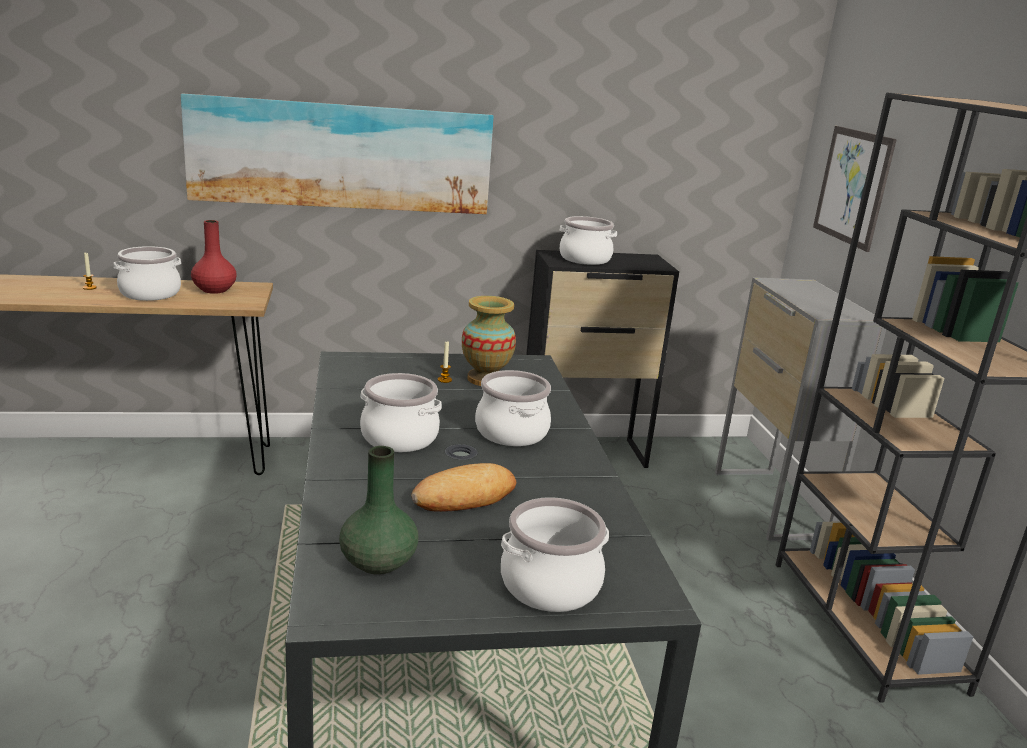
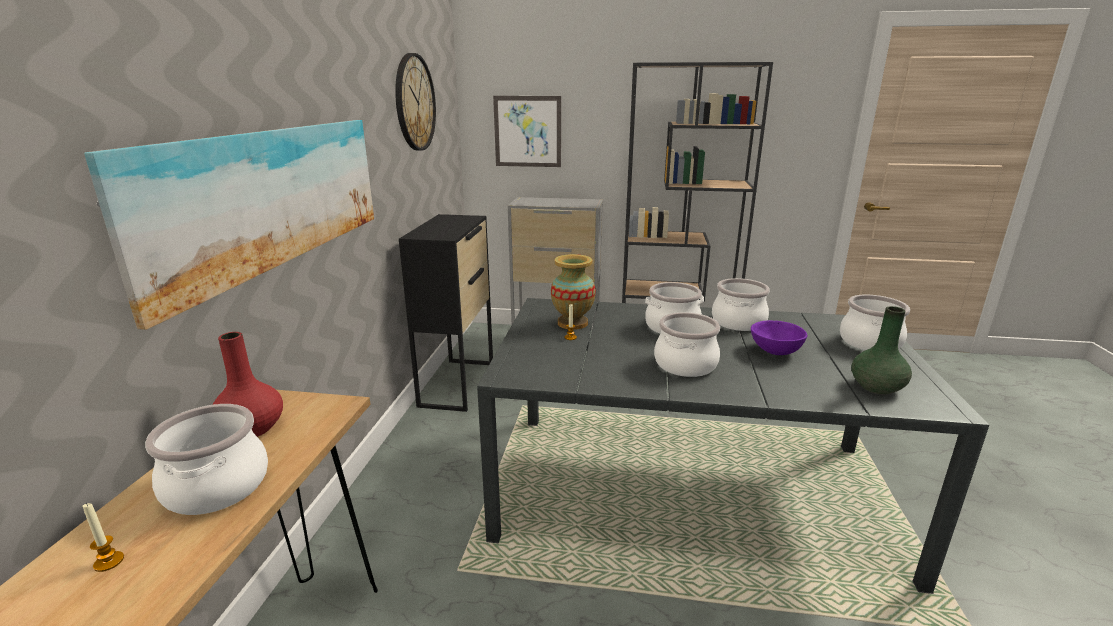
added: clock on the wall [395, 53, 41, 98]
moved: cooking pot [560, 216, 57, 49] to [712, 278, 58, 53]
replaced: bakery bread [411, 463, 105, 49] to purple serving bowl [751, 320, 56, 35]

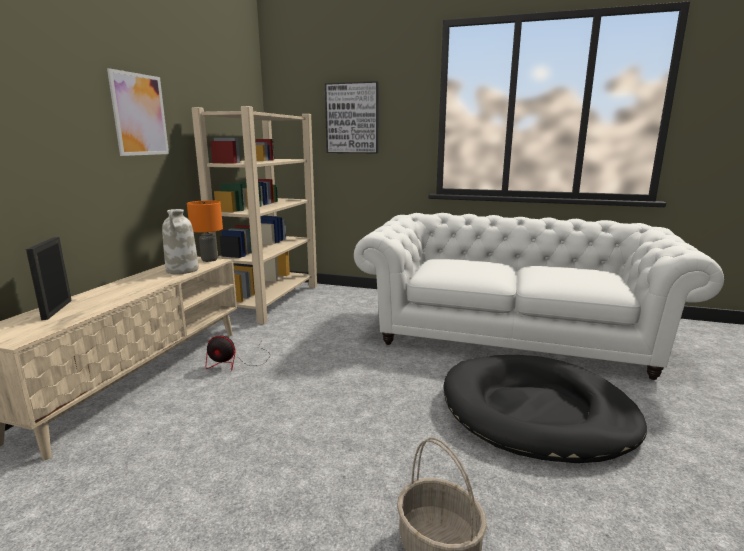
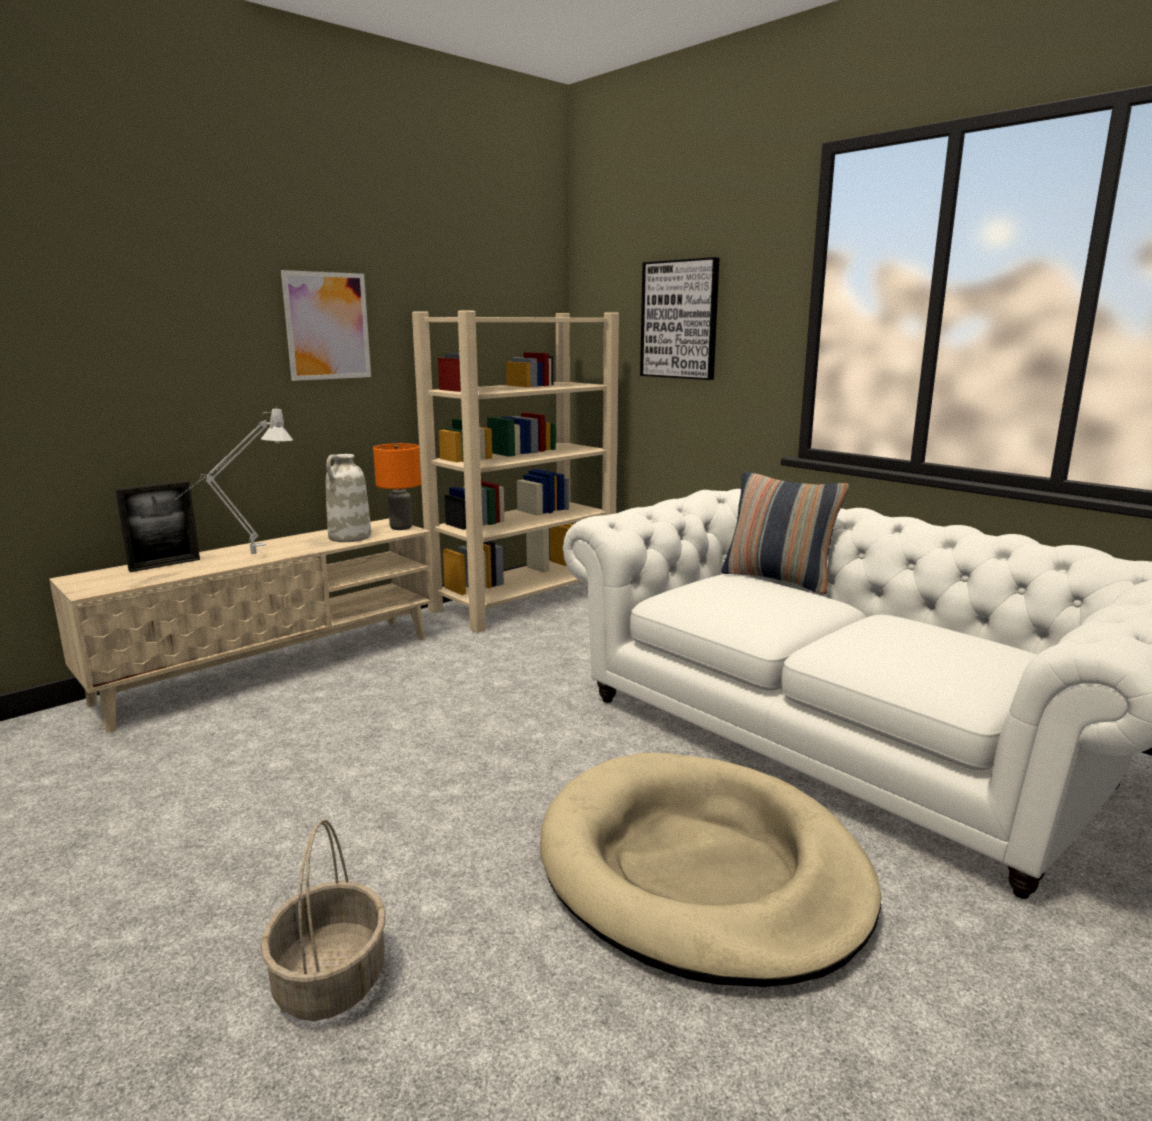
removed: fan [206, 336, 65, 35]
added: greyish table lamp [174, 406, 119, 148]; pillow [721, 472, 128, 122]
recoloured: black-coloured dog bed [443, 355, 204, 108] to beige-coloured dog bed [540, 753, 341, 234]
turned: photo frame [26, 237, 46, 83] = [115, 481, 85, 91] 150 degrees counterclockwise

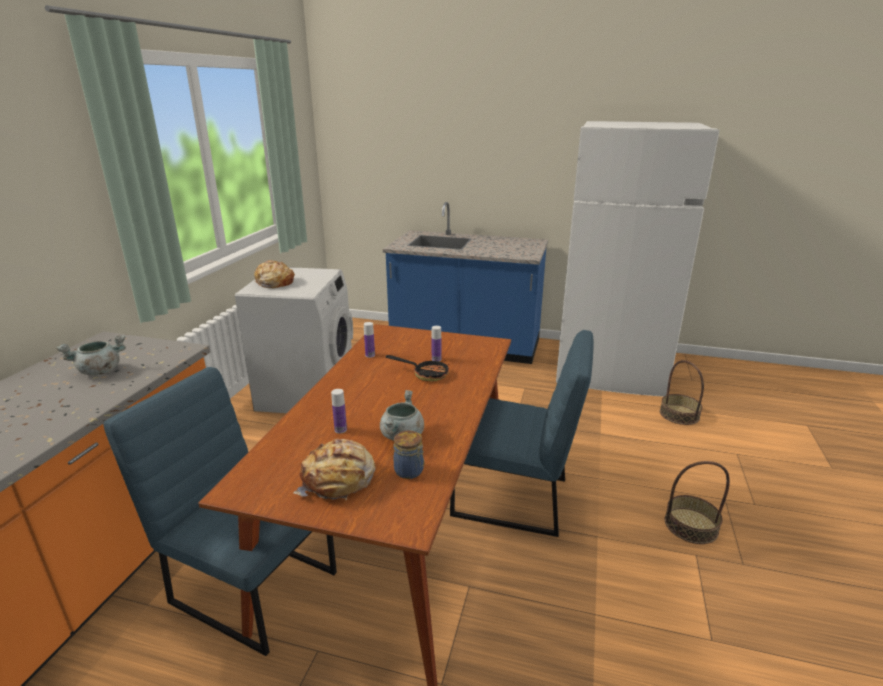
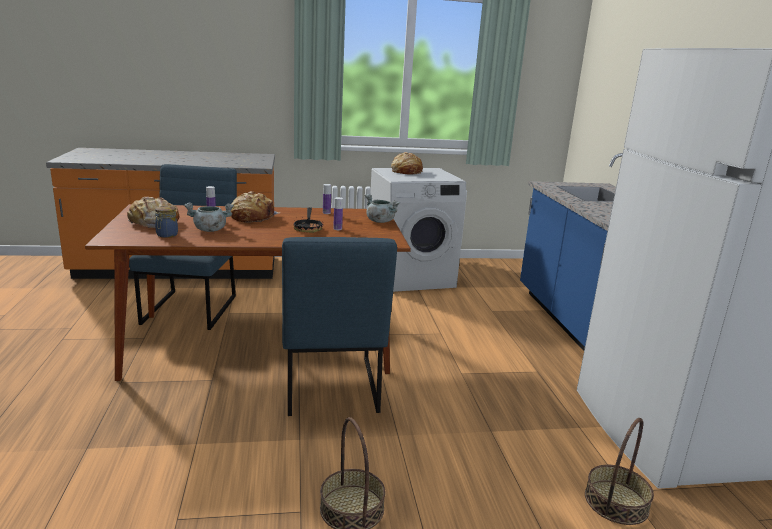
added: bakery bread [231, 191, 48, 32]
moved: greyish cooking pot [57, 335, 69, 41] to [365, 194, 35, 29]

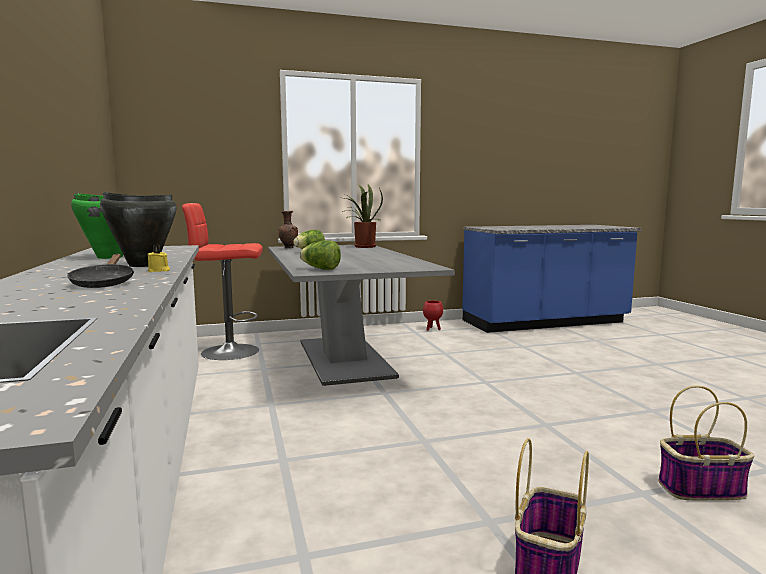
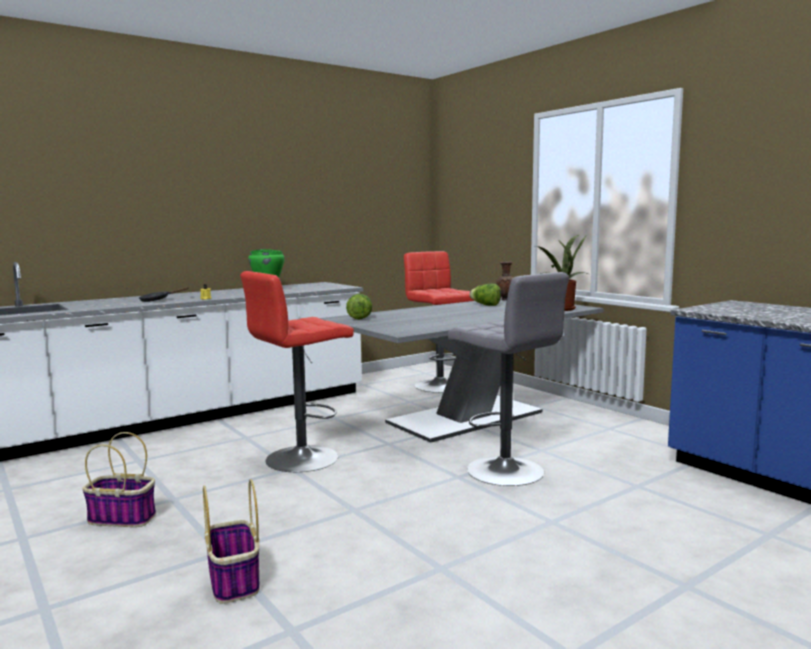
removed: black-coloured cooking pot [100, 192, 77, 75]; reddish plant pot [423, 301, 20, 30]
added: reddish sitting stool [240, 271, 114, 201]; greyish sitting stool [448, 272, 121, 214]

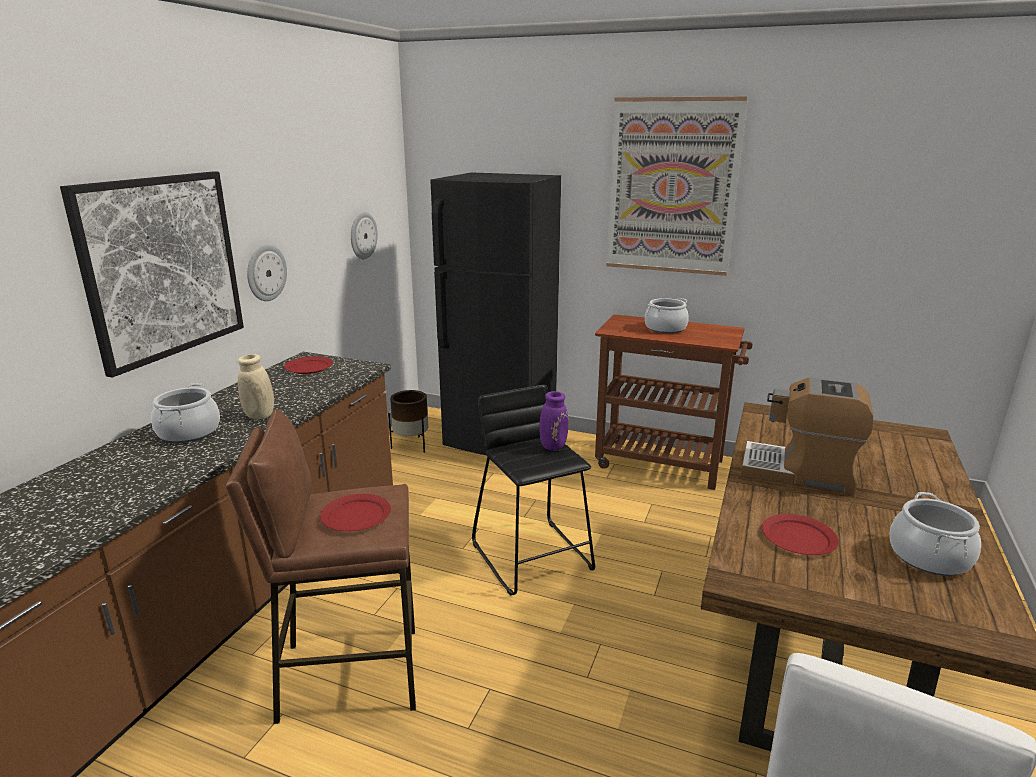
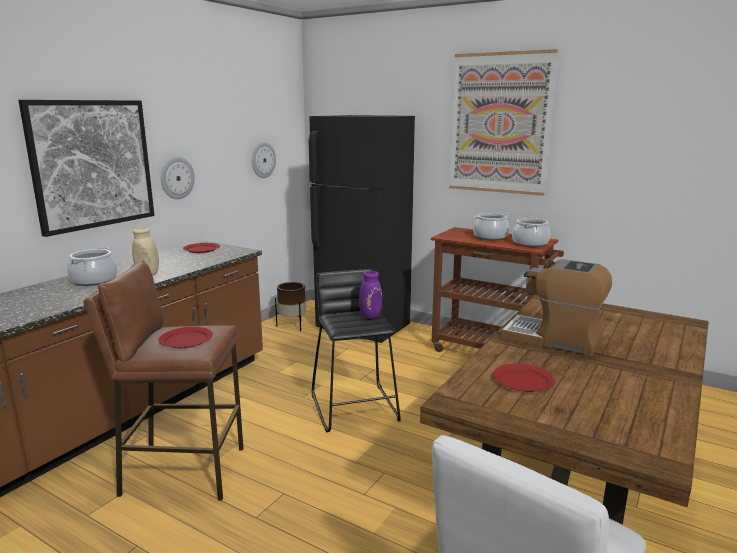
moved: cooking pot [890, 492, 91, 84] to [512, 217, 39, 30]

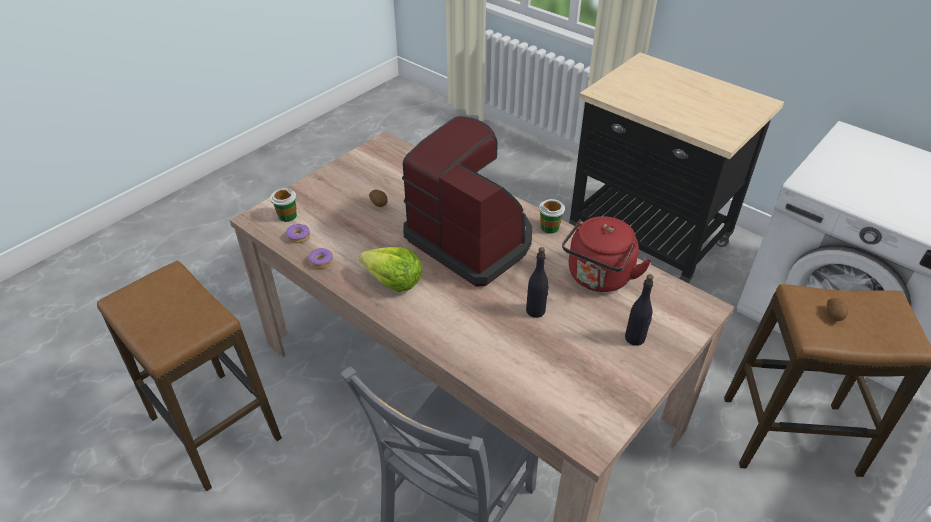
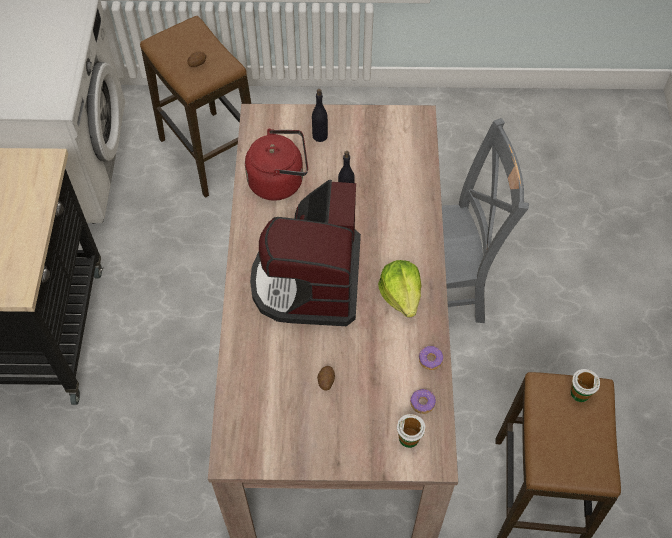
moved: small cup [539, 199, 26, 35] to [571, 369, 29, 33]

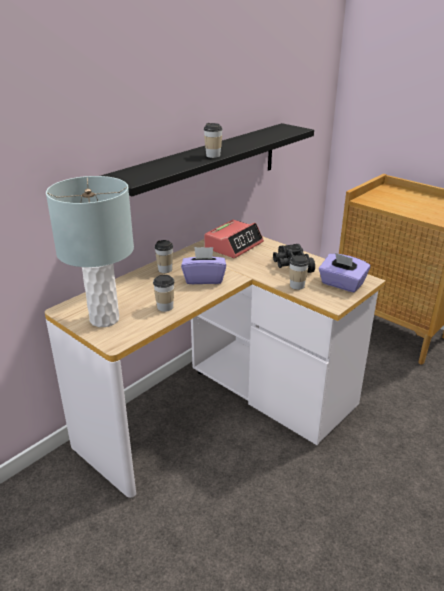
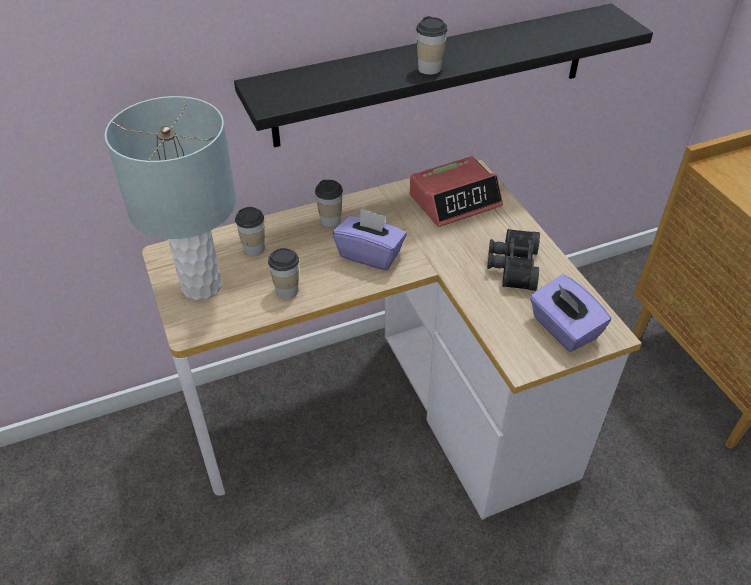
moved: small cup [289, 255, 20, 35] to [235, 207, 30, 49]

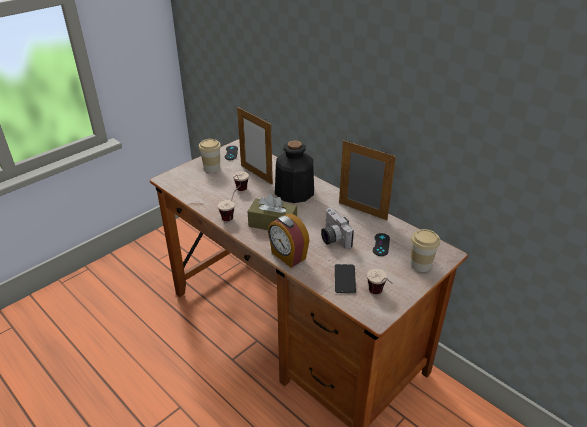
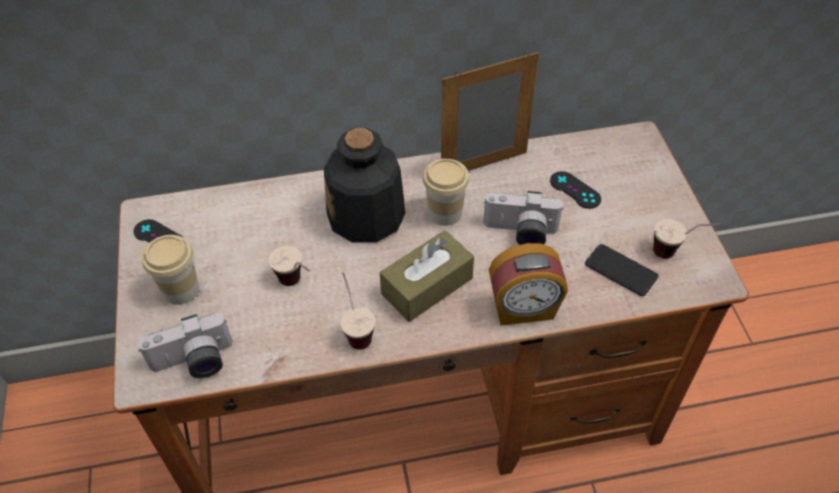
removed: photo frame [237, 107, 36, 78]
added: photo camera [138, 313, 94, 65]
moved: small cup [410, 229, 30, 43] to [423, 159, 46, 67]

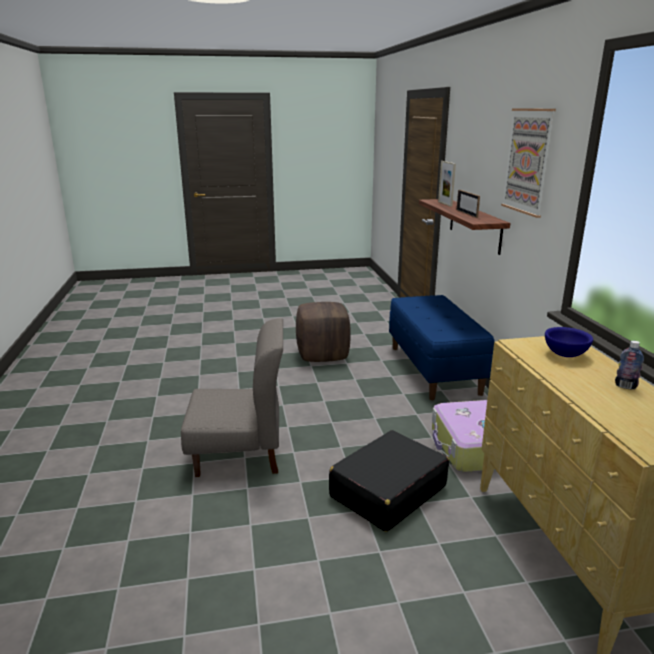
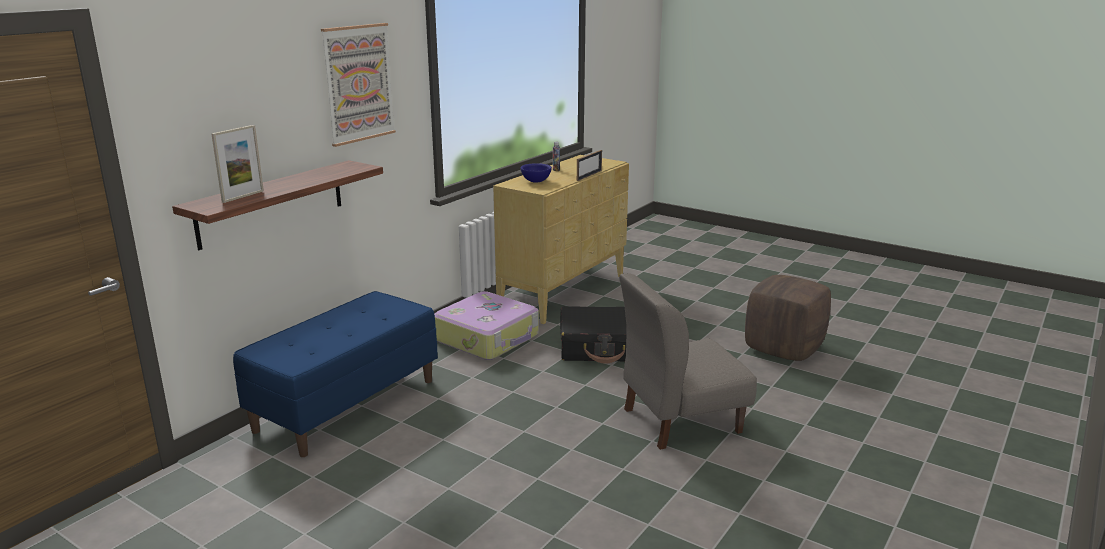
moved: brown footrest [296, 302, 55, 60] to [745, 275, 86, 86]; photo frame [457, 190, 23, 28] to [577, 150, 25, 31]
turned: greyish plain chair [181, 318, 102, 159] = [619, 273, 138, 177] 60 degrees counterclockwise

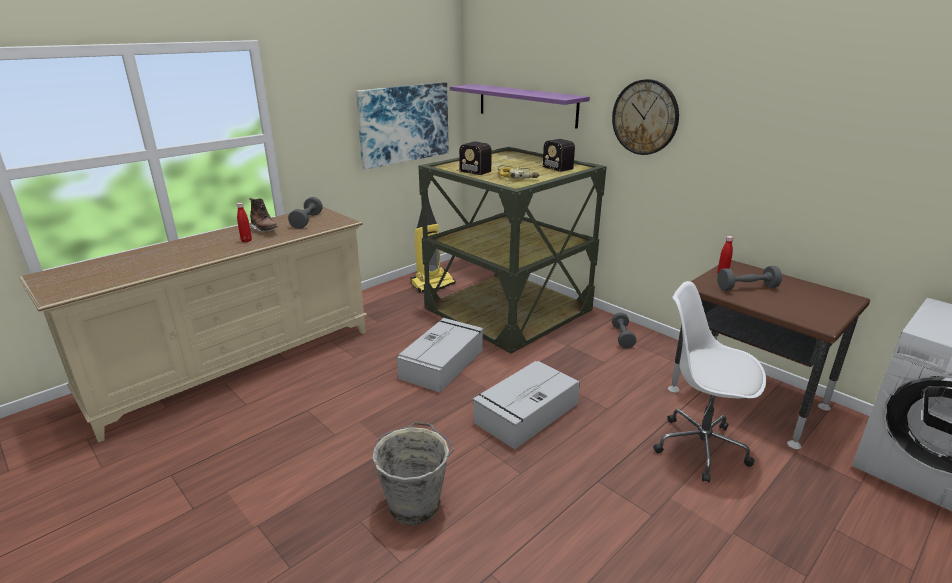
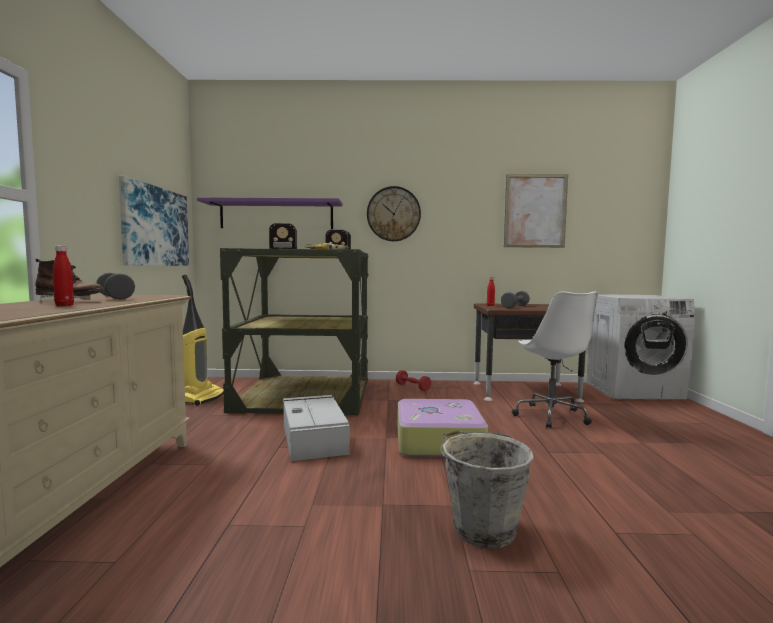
added: wall picture [504, 174, 64, 74]
replaced: greyish storage container [473, 361, 107, 88] to piece of luggage [397, 399, 91, 58]
recoloured: greyish dumbbell [612, 312, 24, 36] to reddish dumbbell [396, 370, 35, 21]
turned: white office chair [653, 281, 113, 201] = [512, 292, 86, 136] 90 degrees counterclockwise

